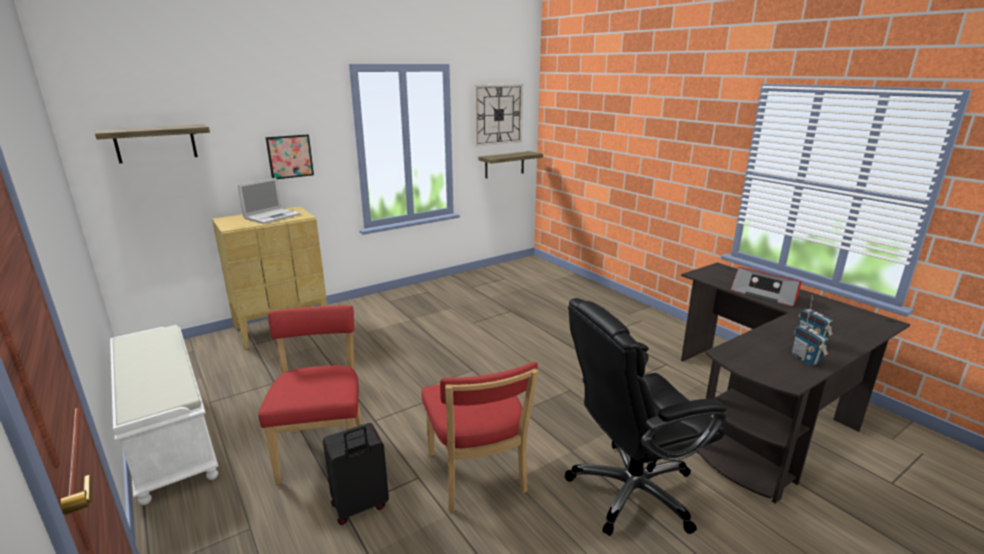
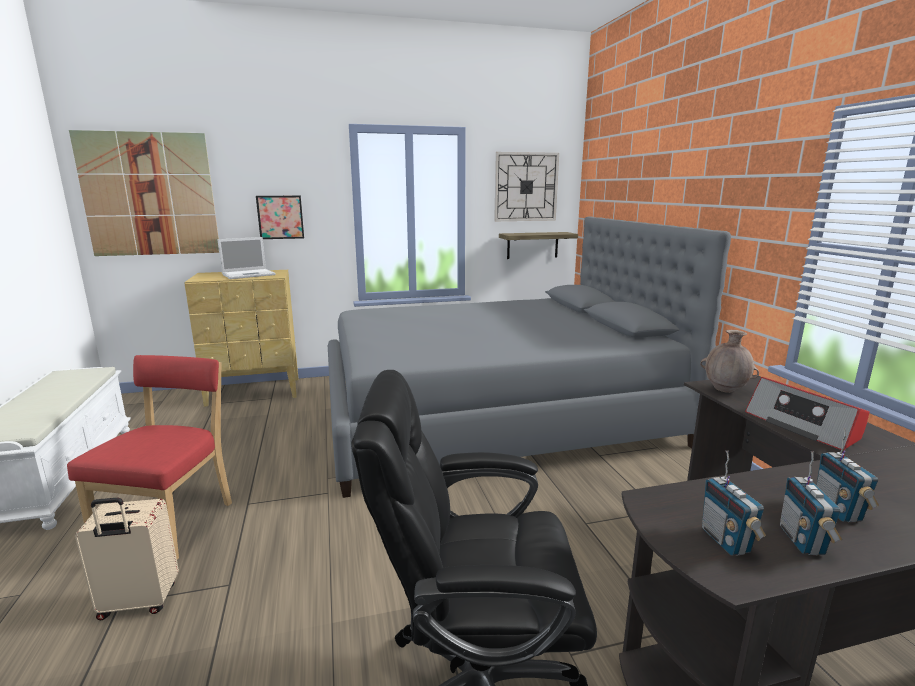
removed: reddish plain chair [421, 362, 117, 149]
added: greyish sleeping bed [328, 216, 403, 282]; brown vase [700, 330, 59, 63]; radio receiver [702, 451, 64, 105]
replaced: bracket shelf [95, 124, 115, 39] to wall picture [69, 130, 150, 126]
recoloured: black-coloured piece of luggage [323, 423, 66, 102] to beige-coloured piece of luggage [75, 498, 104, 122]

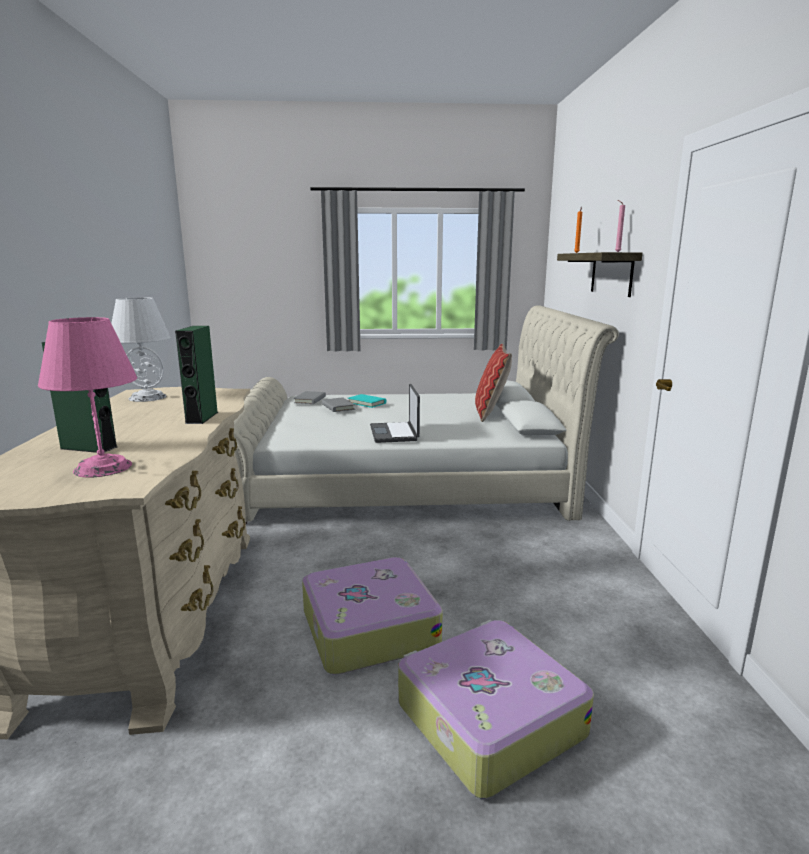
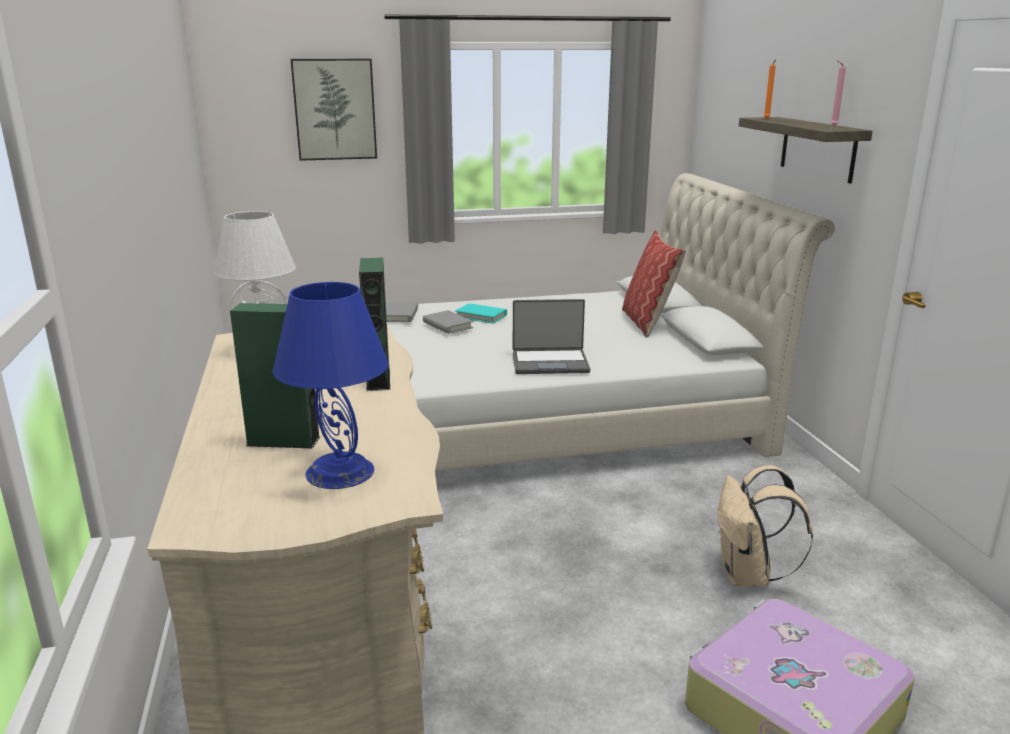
removed: piece of luggage [302, 557, 141, 118]
added: wall picture [291, 59, 86, 102]; beige-coloured knapsack [717, 465, 96, 122]
recoloured: pink table lamp [38, 317, 99, 161] to bluish table lamp [273, 282, 116, 207]
turned: laptop [370, 384, 50, 59] = [513, 299, 77, 75] 75 degrees counterclockwise

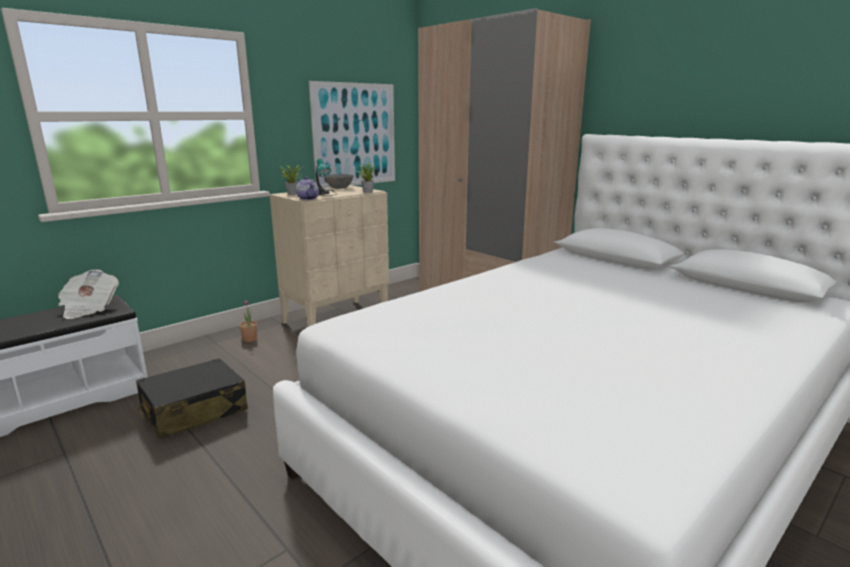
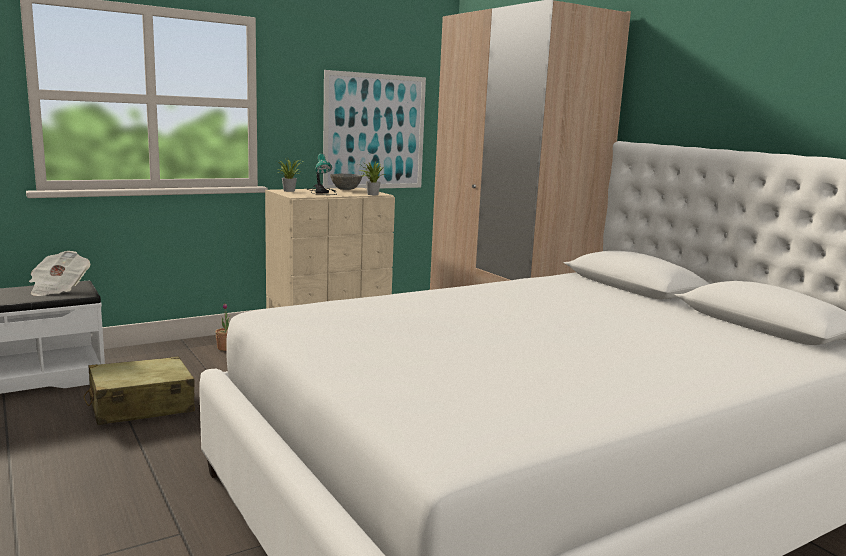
removed: teapot [296, 177, 23, 23]
recoloured: black-coloured piece of luggage [136, 358, 112, 81] to beige-coloured piece of luggage [83, 356, 112, 69]

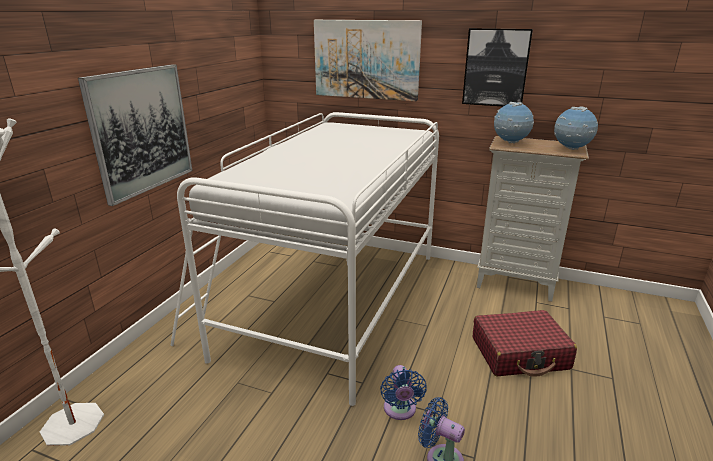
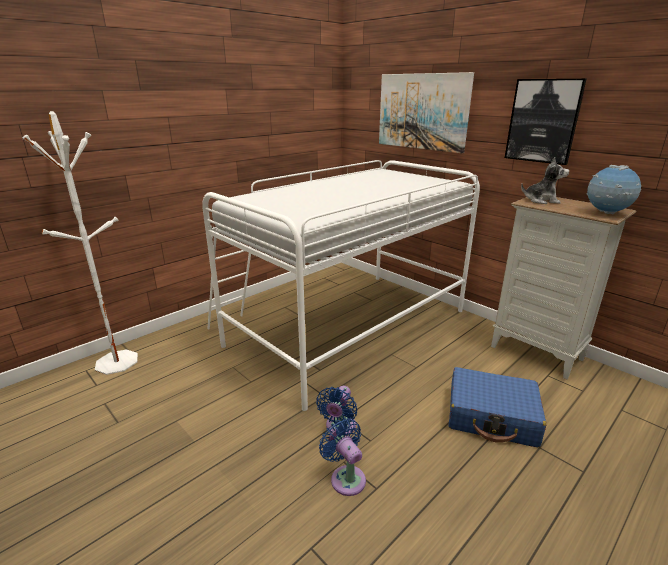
removed: wall picture [78, 64, 114, 142]
replaced: desk globe [494, 102, 40, 42] to cuddly toy [521, 157, 48, 47]
recoloured: reddish piece of luggage [473, 310, 104, 67] to bluish piece of luggage [448, 367, 98, 80]

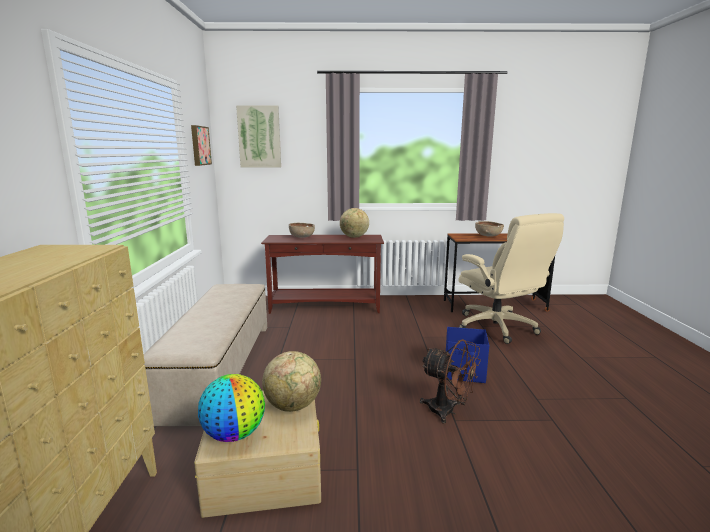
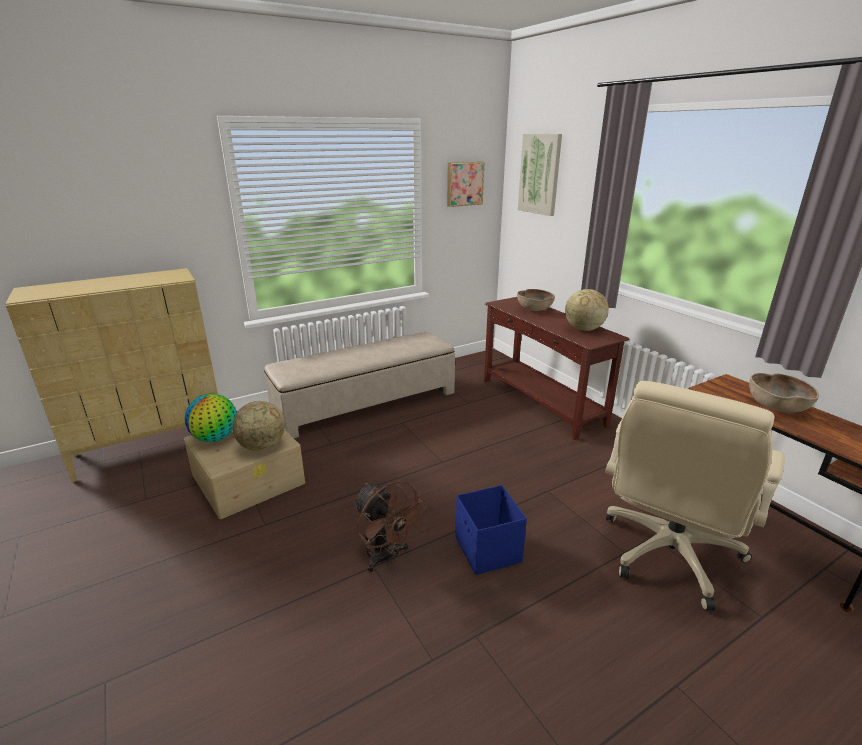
turned: brown fan [420, 339, 61, 85] = [353, 481, 74, 91] 45 degrees counterclockwise

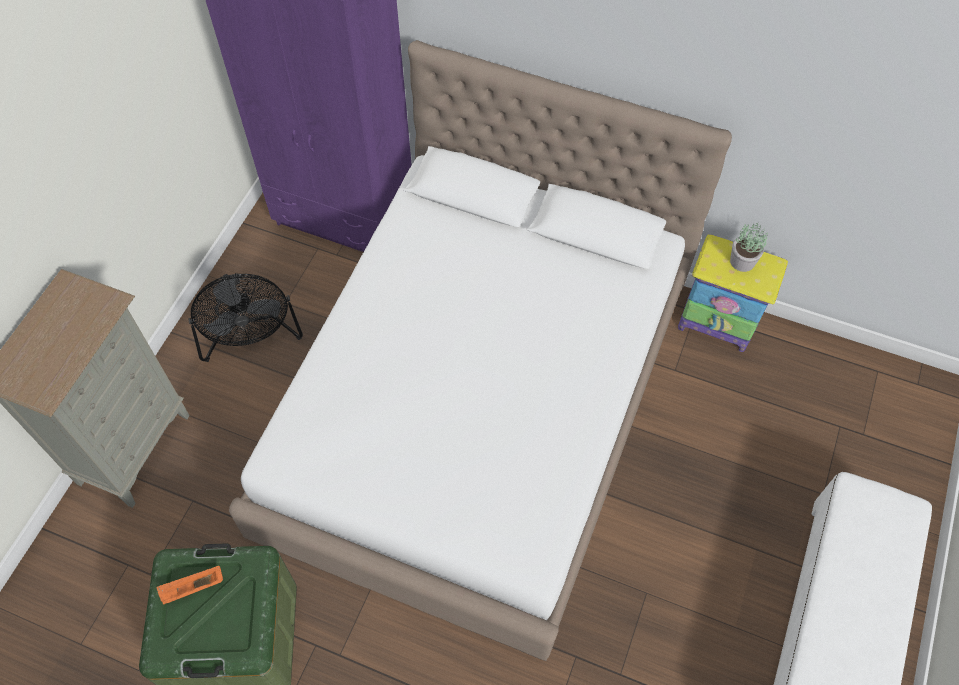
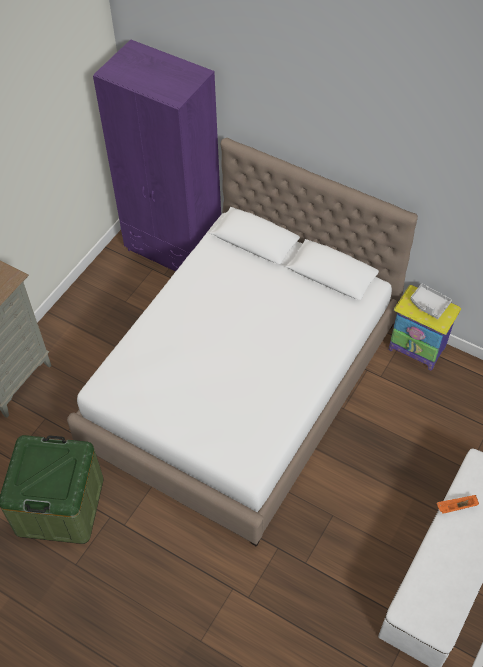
removed: black-coloured fan [189, 273, 114, 89]
moved: orangey carrying tray [157, 566, 66, 39] to [437, 495, 42, 19]
replaced: plant in a pot [730, 221, 38, 51] to greyish carrying tray [410, 284, 42, 35]

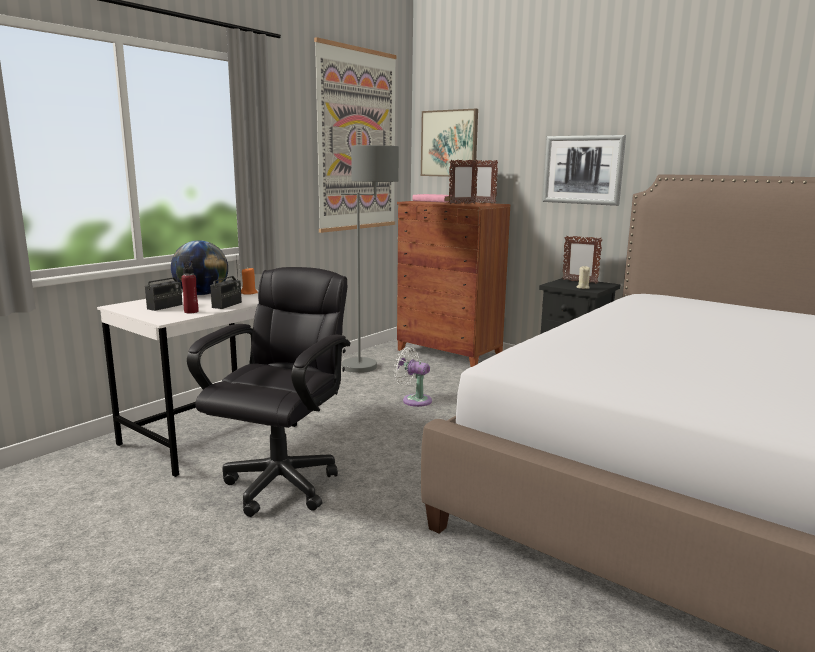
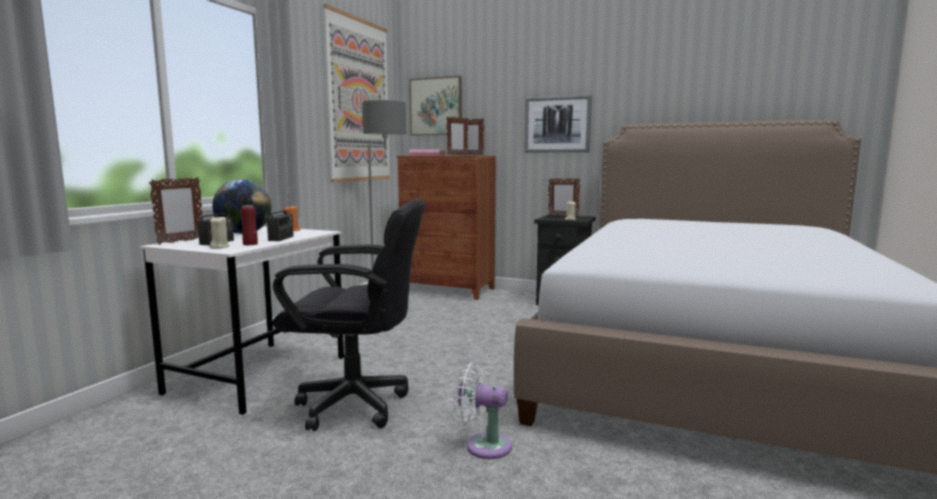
added: photo frame [149, 177, 54, 67]; beige-coloured wax candle [209, 216, 21, 32]
moved: white fan [394, 347, 38, 60] to [455, 363, 57, 96]
turned: black-coloured office chair [187, 267, 164, 250] = [273, 199, 153, 232] 90 degrees clockwise

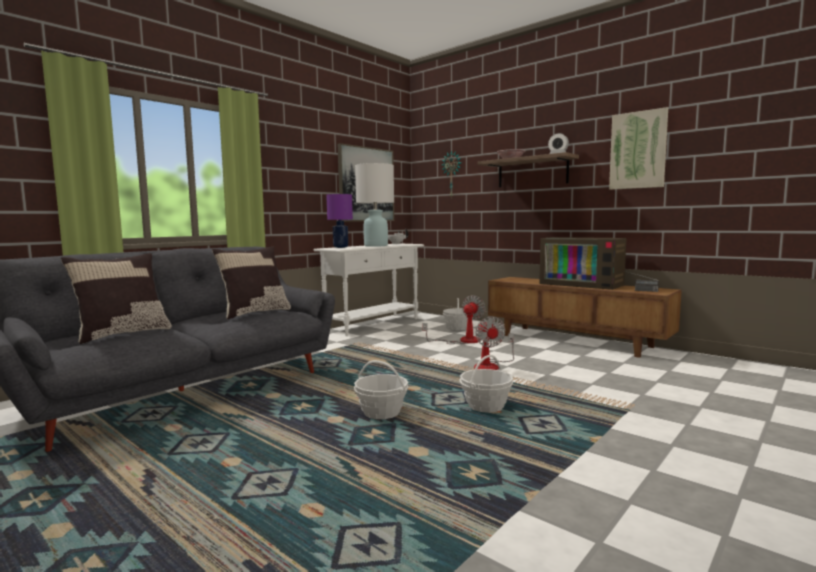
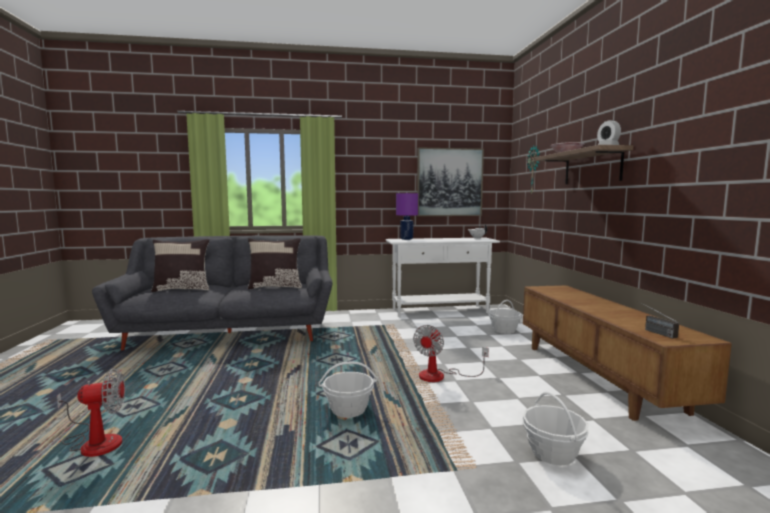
removed: white table lamp [355, 163, 39, 84]; television [539, 237, 88, 53]; wall picture [609, 107, 59, 83]
moved: household basket [354, 360, 54, 59] to [522, 392, 67, 74]; fan [422, 295, 64, 49] to [57, 369, 68, 88]

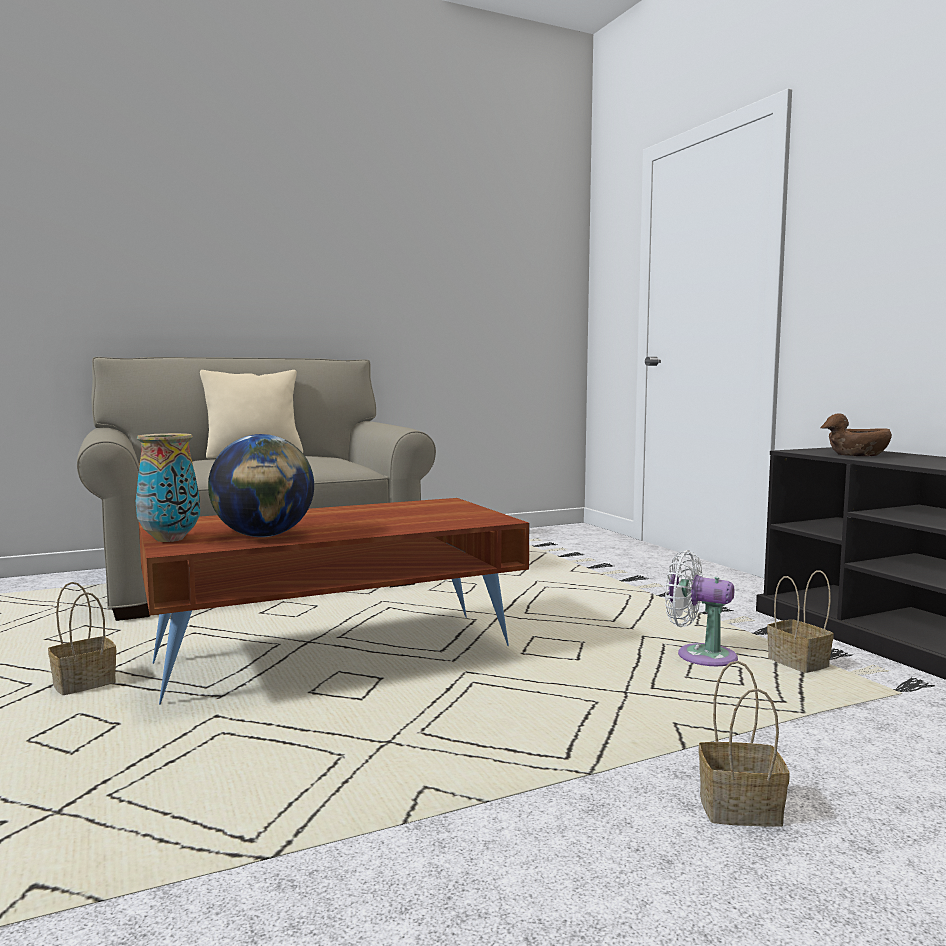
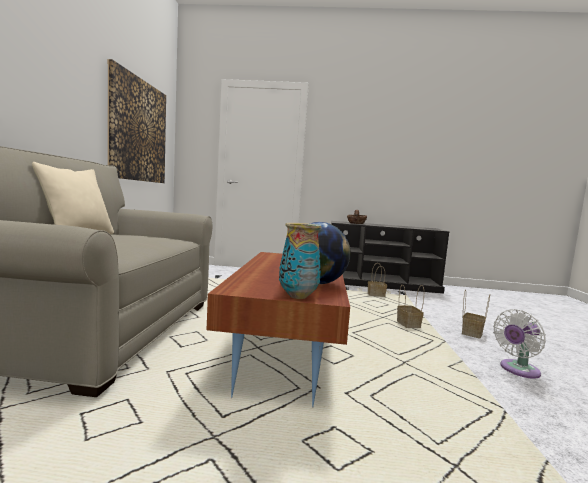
added: wall picture [108, 59, 58, 124]
moved: household basket [48, 582, 68, 113] to [397, 285, 27, 43]; white fan [665, 550, 73, 116] to [493, 309, 53, 70]

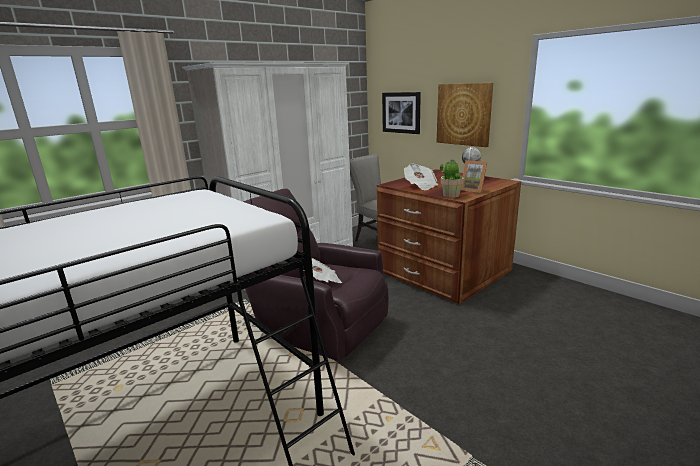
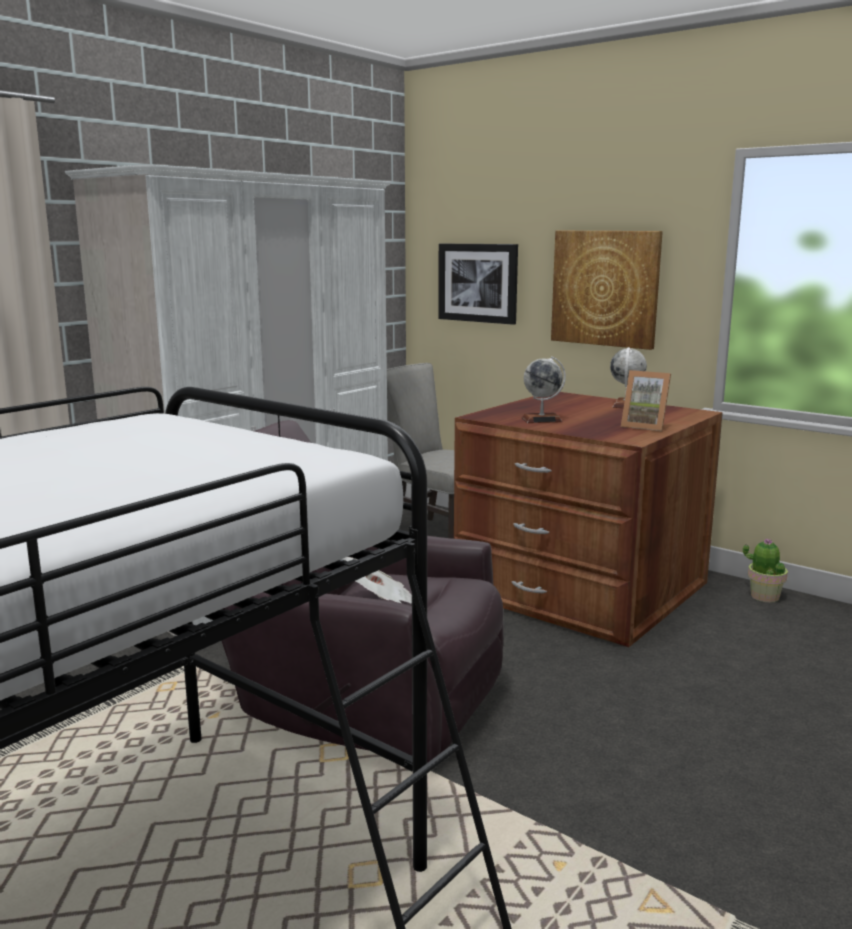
moved: plant in a pot [440, 159, 24, 39] to [743, 538, 45, 65]
replaced: printed paper [404, 164, 34, 26] to desk globe [522, 356, 44, 67]

